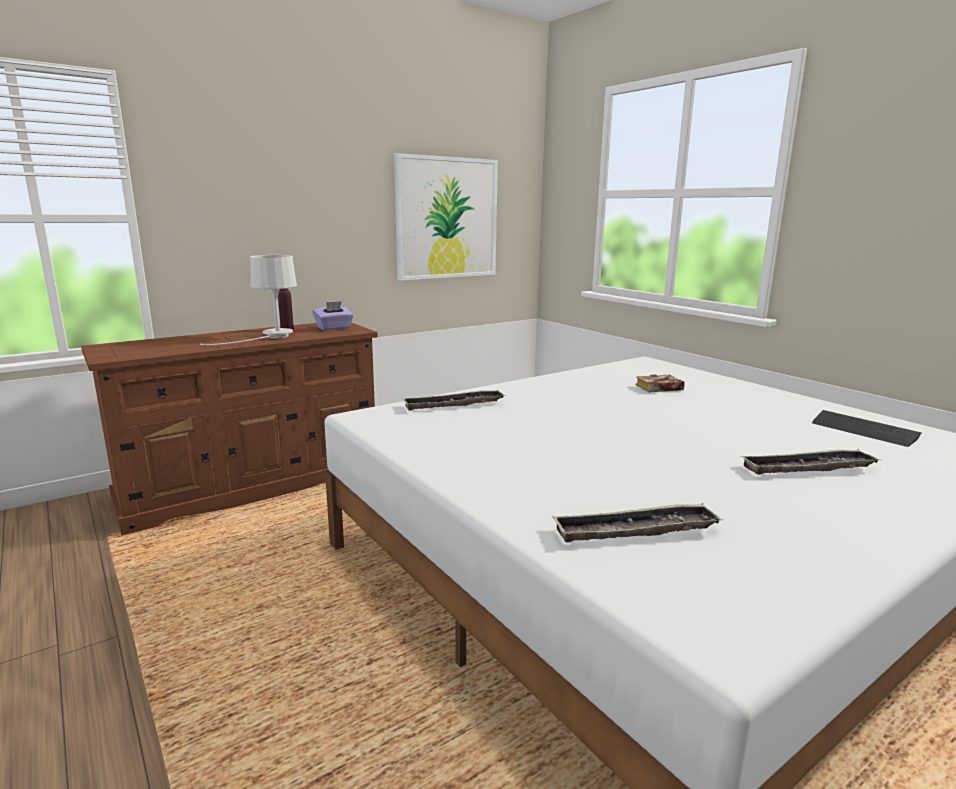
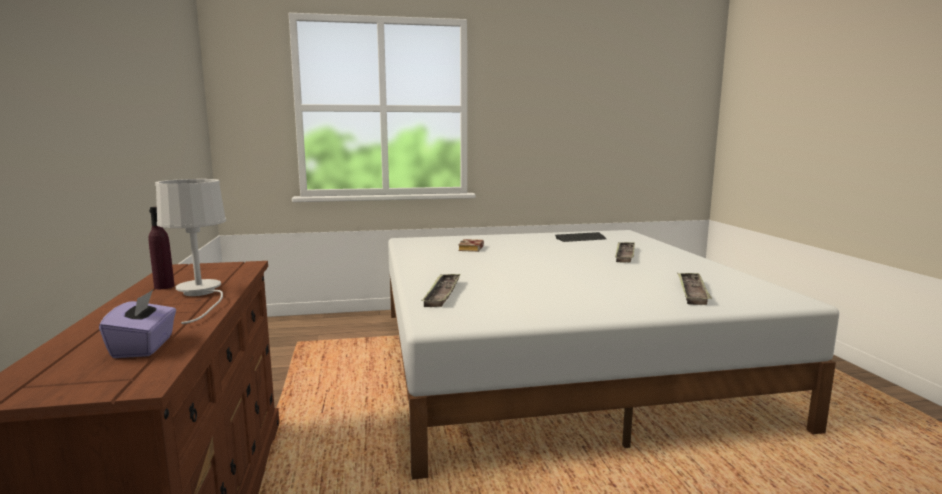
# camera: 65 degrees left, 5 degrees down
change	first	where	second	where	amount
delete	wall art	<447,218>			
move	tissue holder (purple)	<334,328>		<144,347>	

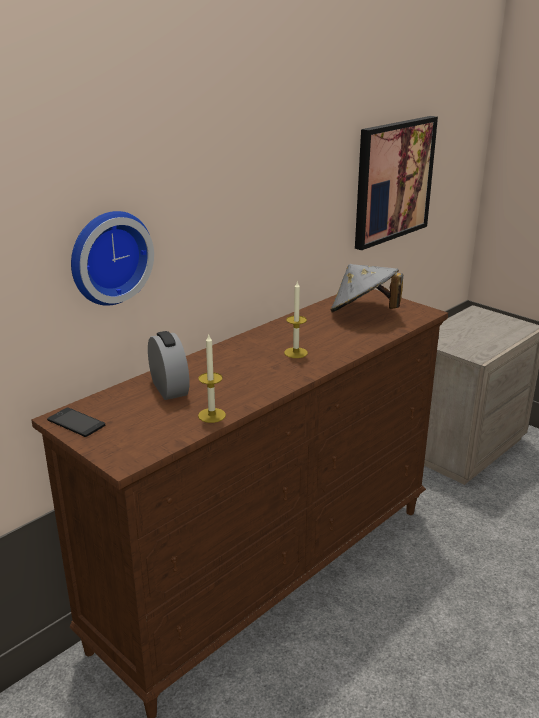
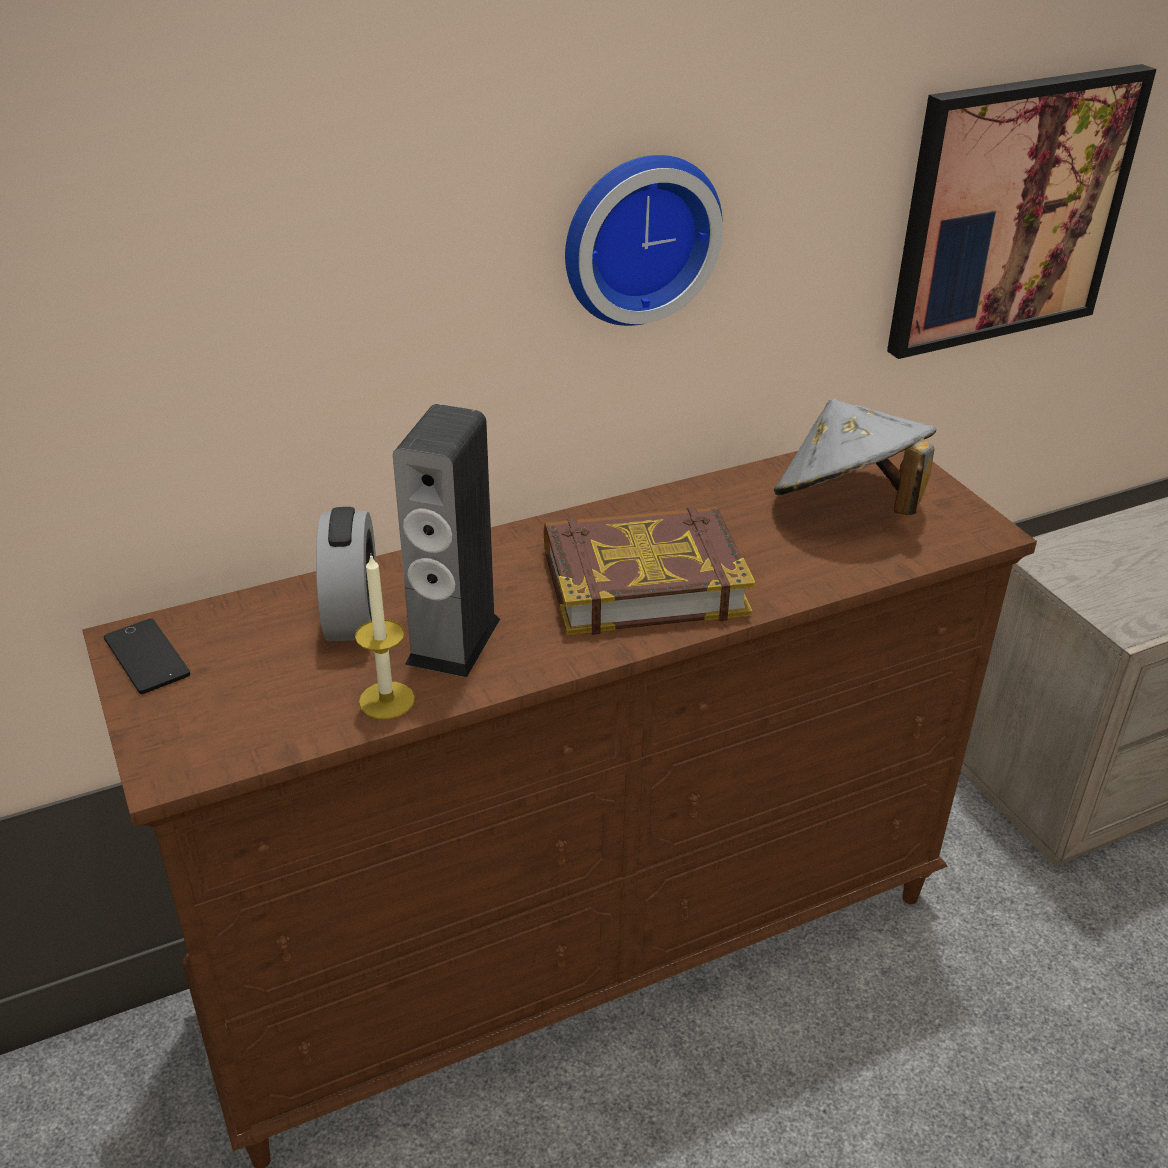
# camera: 20 degrees right, 10 degrees up
change	first	where	second	where	amount
move	hanging clock	<108,257>		<637,237>	
replace	wax light	<295,353>	book	<643,581>	
insert			speaker	<453,641>	

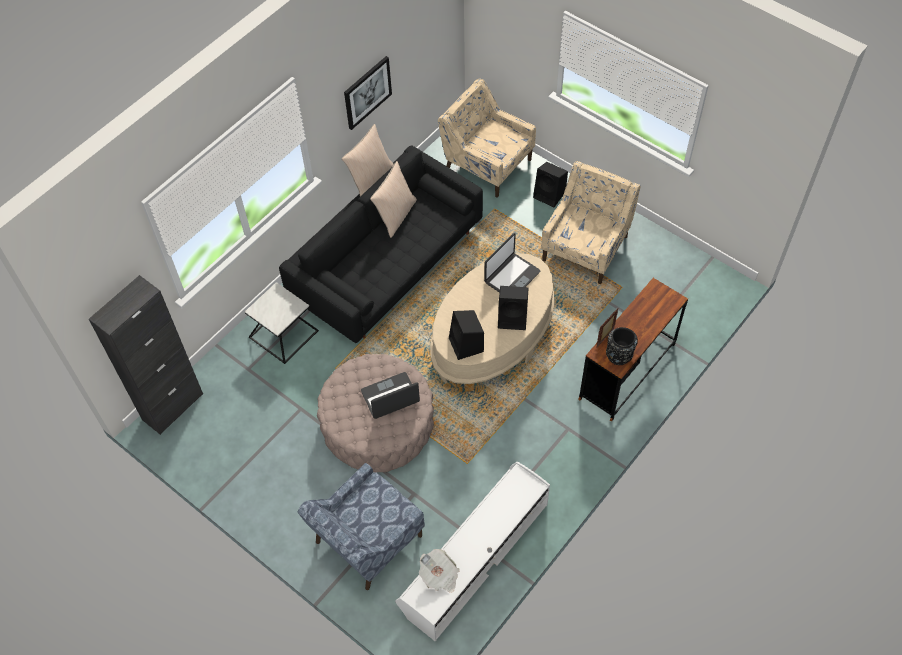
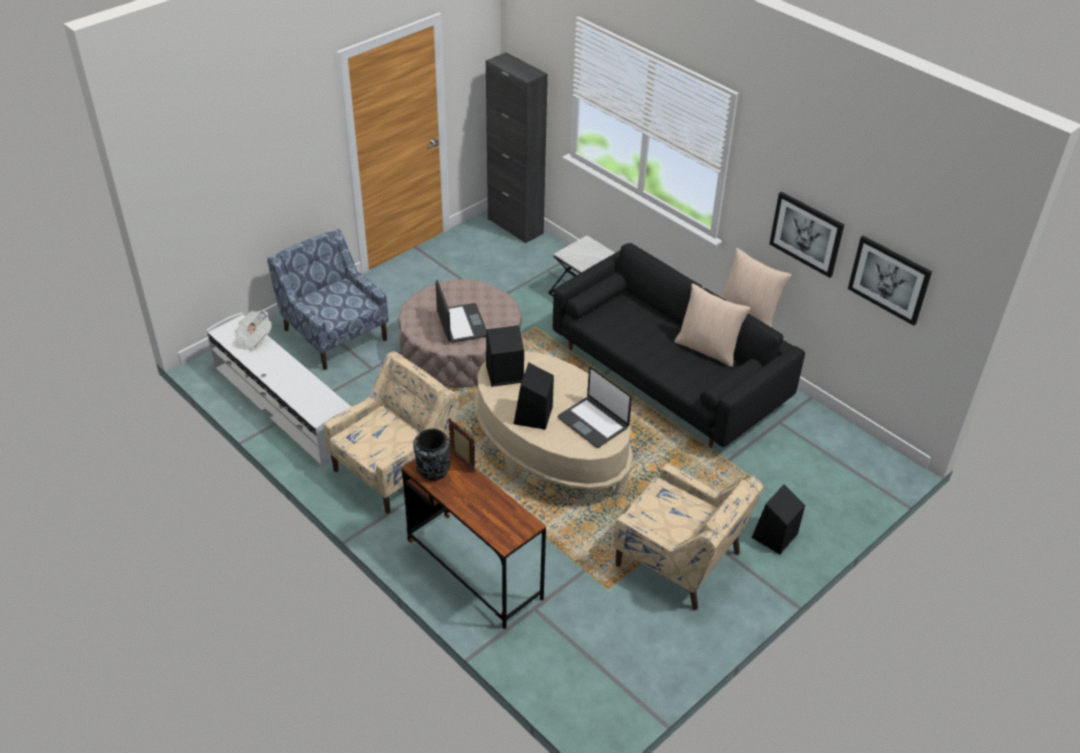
# camera: 95 degrees right, 15 degrees down
change	first	where	second	where	amount
move	easy chair (beige)	<487,163>		<395,468>	
insert			wall art	<889,279>	

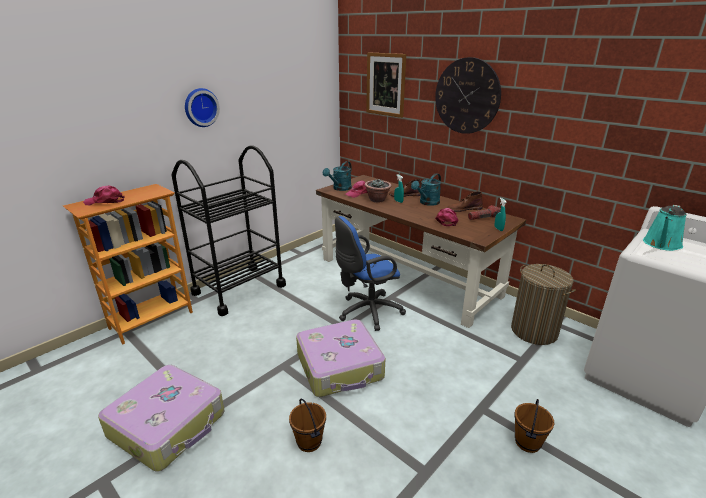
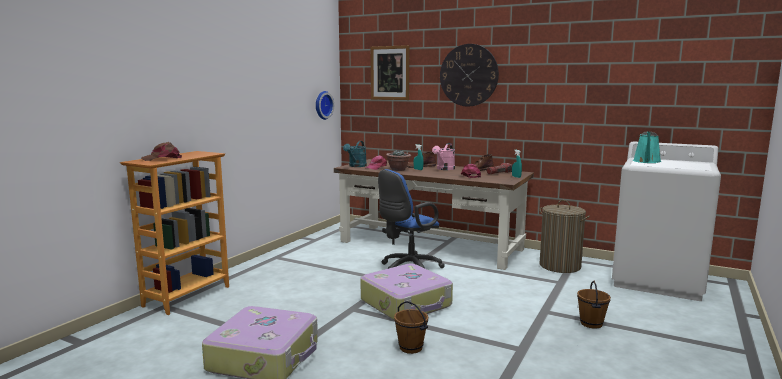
# camera: 15 degrees left, 15 degrees down
change	first	where	second	where	amount
move	hanging clock	<200,107>		<322,105>	
delete	wheeled cart (black-coloured)	<239,289>			
recolor	sprinkling can (turquoise-coloured)	<427,203>	sprinkling can (pinkish)	<444,169>	
recolor	baseball cap (pinkish)	<105,201>	baseball cap (brown)	<162,159>	

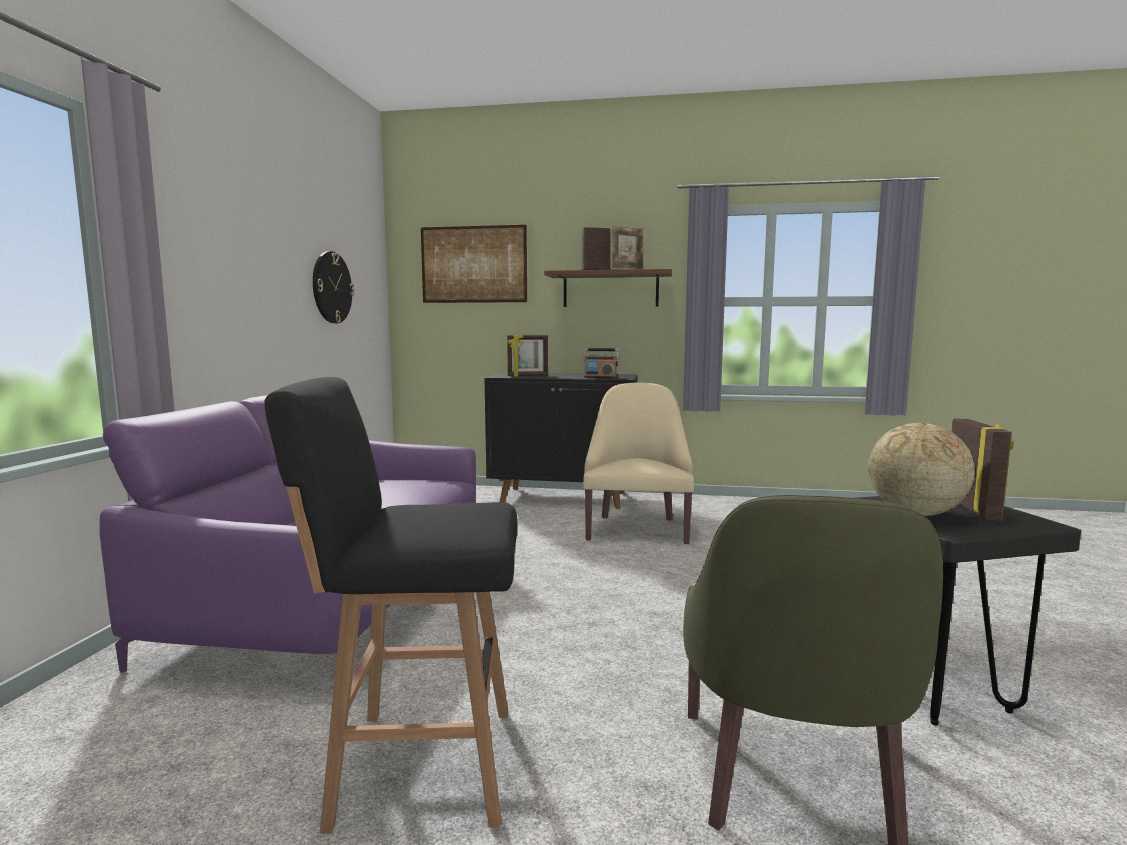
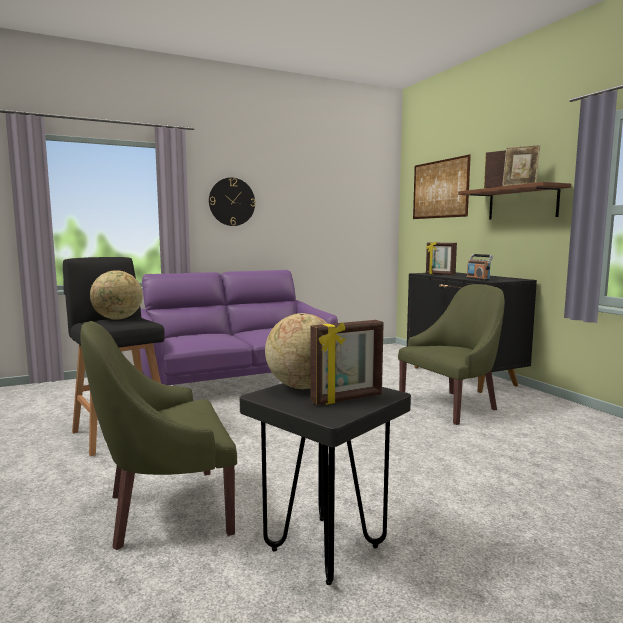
# camera: 55 degrees right, 0 degrees up
change	first	where	second	where	amount
move	hanging clock	<332,287>		<232,202>	
recolor	easy chair (beige)	<637,528>	easy chair (green-coloured)	<451,405>	
insert			globe	<118,319>	

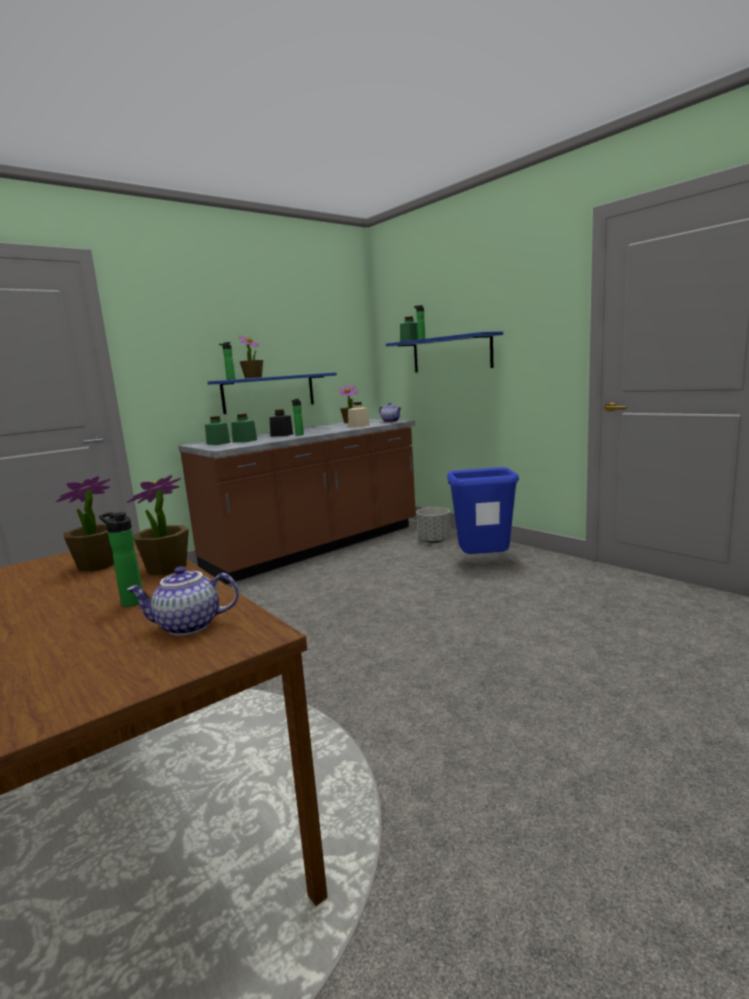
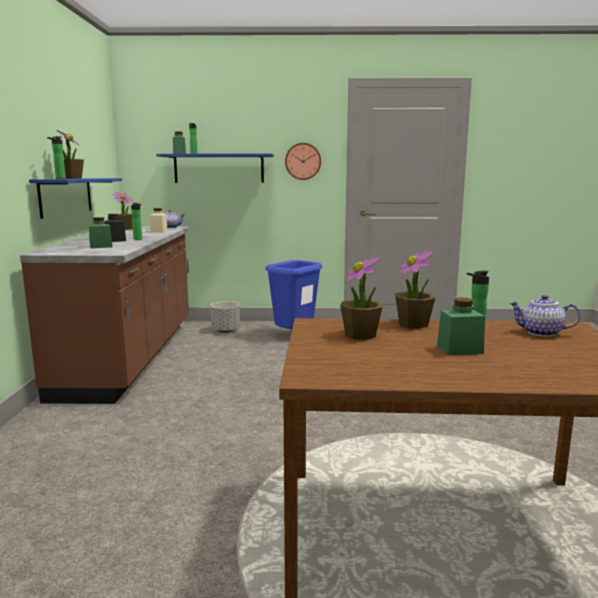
# camera: 50 degrees left, 0 degrees up
change	first	where	second	where	amount
move	storage jar (green-coloured)	<218,443>		<459,349>	
rotate	tea pot	<188,626>		<541,333>	75 degrees clockwise
insert			hanging clock	<303,161>	

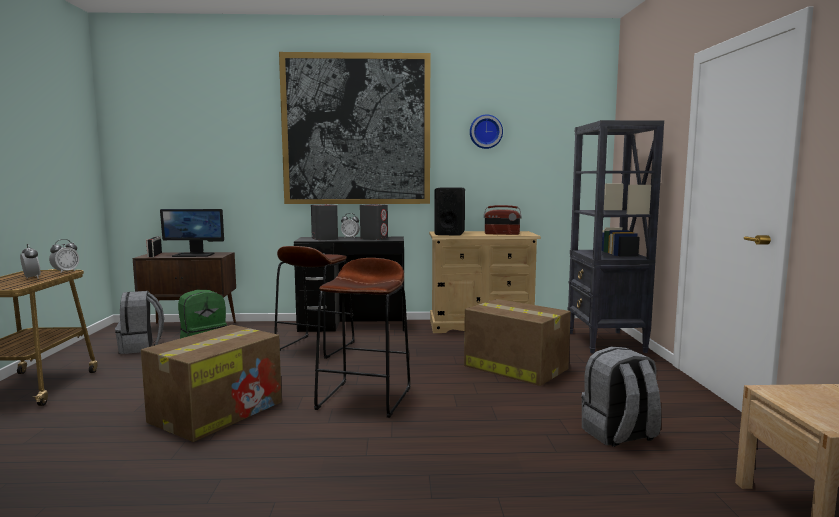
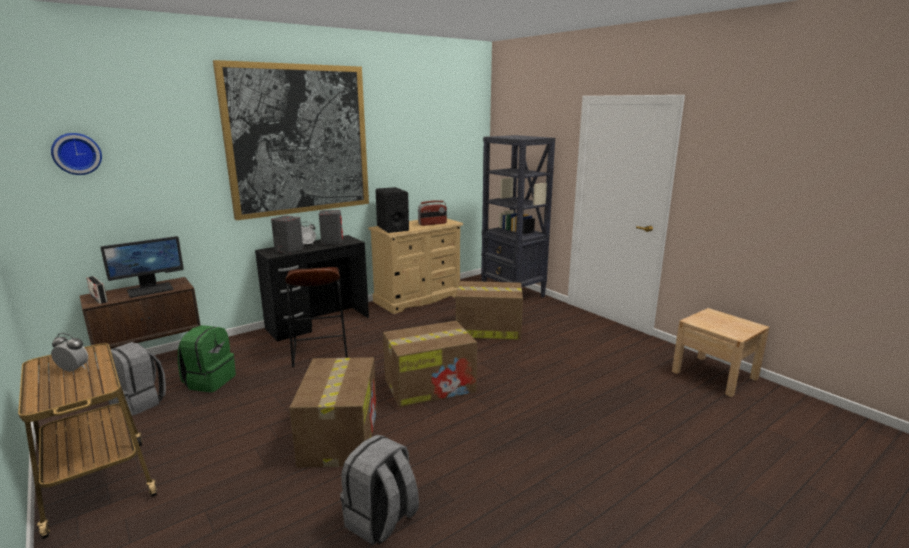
# camera: 35 degrees left, 10 degrees up
change	first	where	second	where	amount
move	hanging clock	<485,131>		<76,153>	
delete	table clock	<65,272>			
replace	stool (brown)	<365,398>	carton	<431,385>	
move	rucksack (grey)	<618,435>		<381,521>	

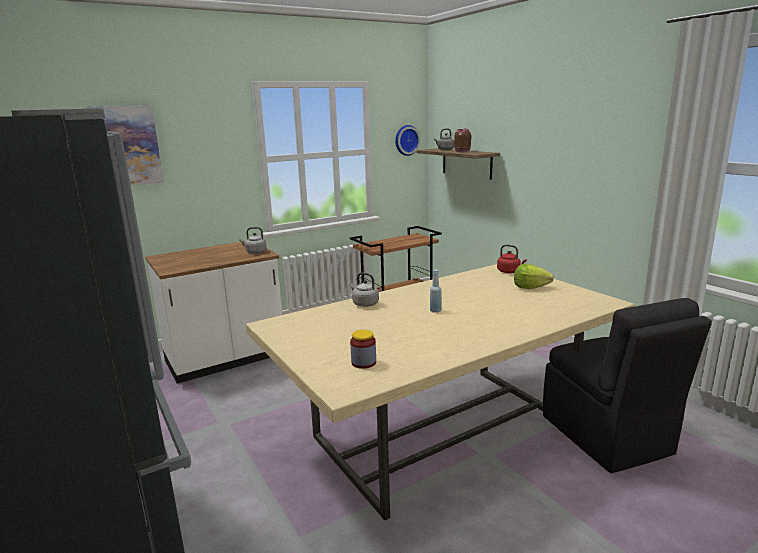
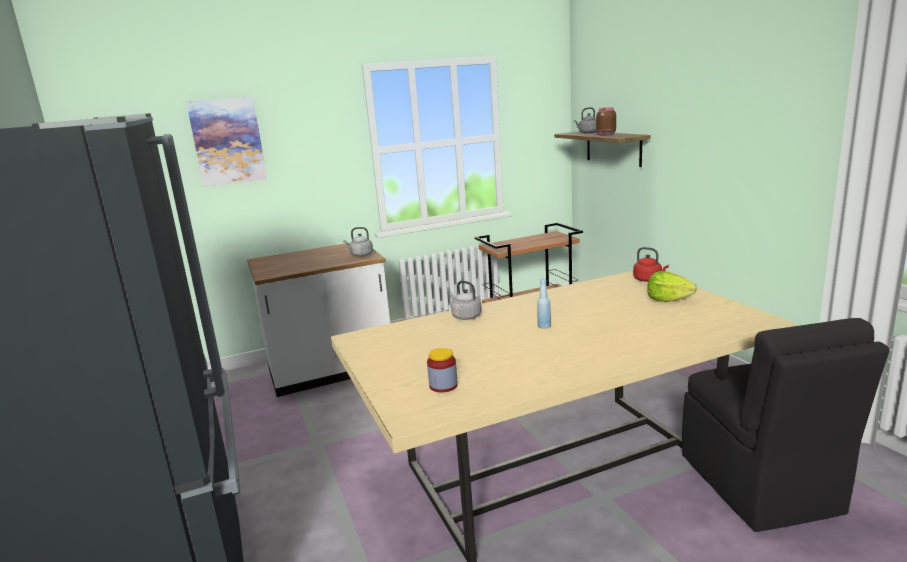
# camera: 10 degrees right, 0 degrees up
change	first	where	second	where	amount
delete	hanging clock	<406,140>			

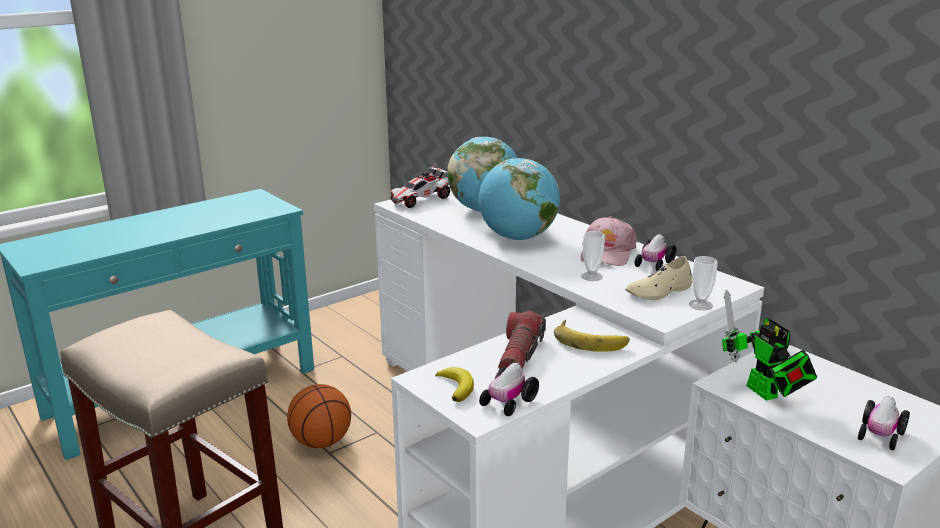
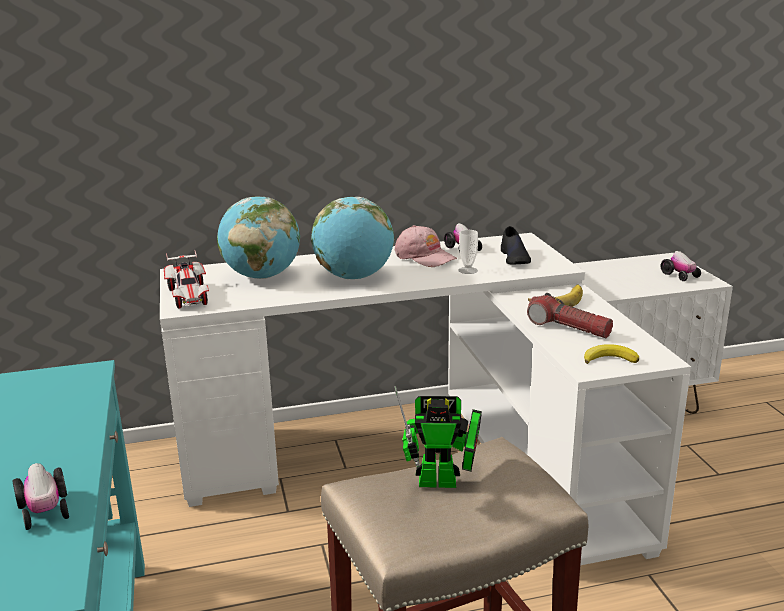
# camera: 65 degrees left, 0 degrees up
change	first	where	second	where	amount
recolor	low shoe (beige)	<659,291>	low shoe (black-coloured)	<515,258>	
delete	small cup	<700,305>			
move	toy robot	<765,394>		<444,482>	
move	toy car	<508,402>		<44,510>	
delete	basketball ball	<322,442>			

